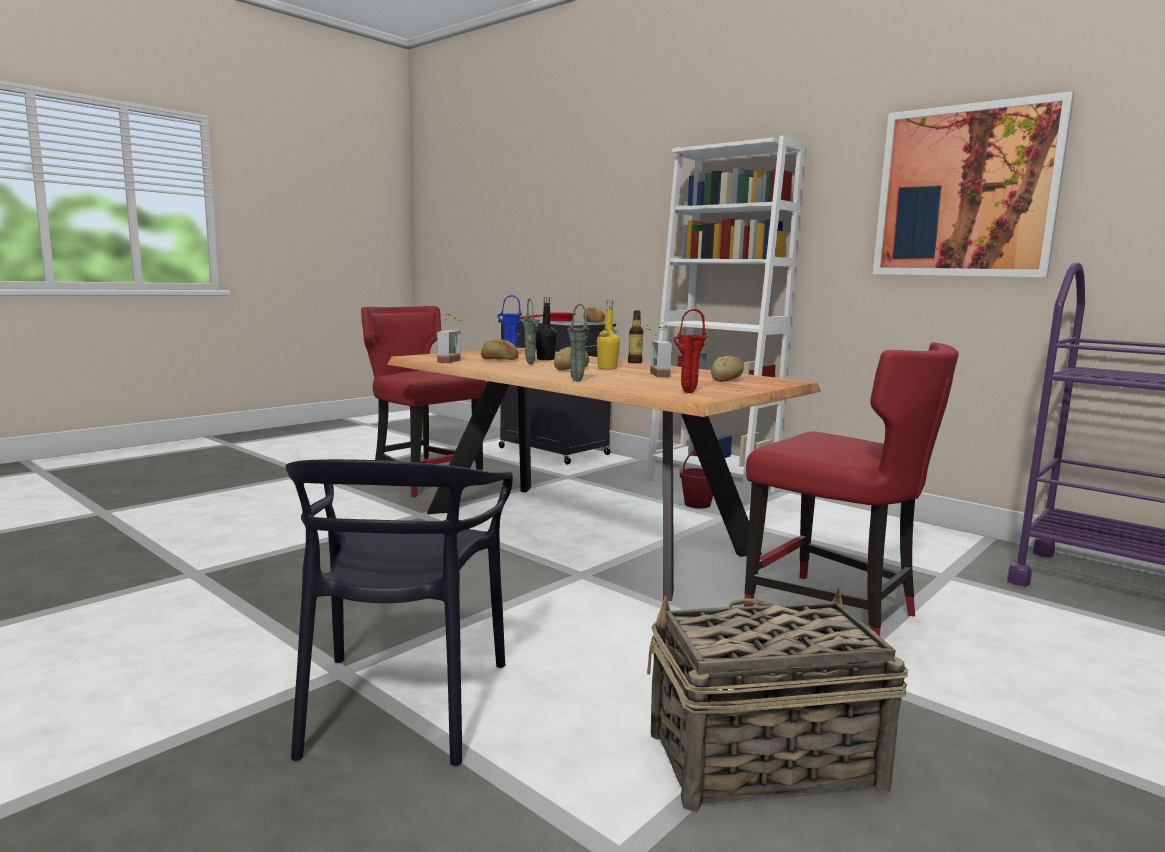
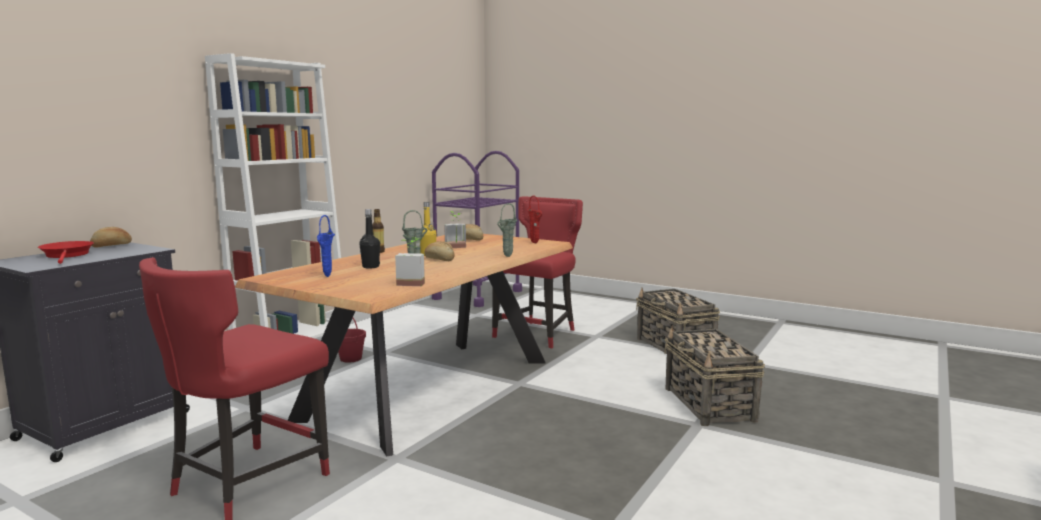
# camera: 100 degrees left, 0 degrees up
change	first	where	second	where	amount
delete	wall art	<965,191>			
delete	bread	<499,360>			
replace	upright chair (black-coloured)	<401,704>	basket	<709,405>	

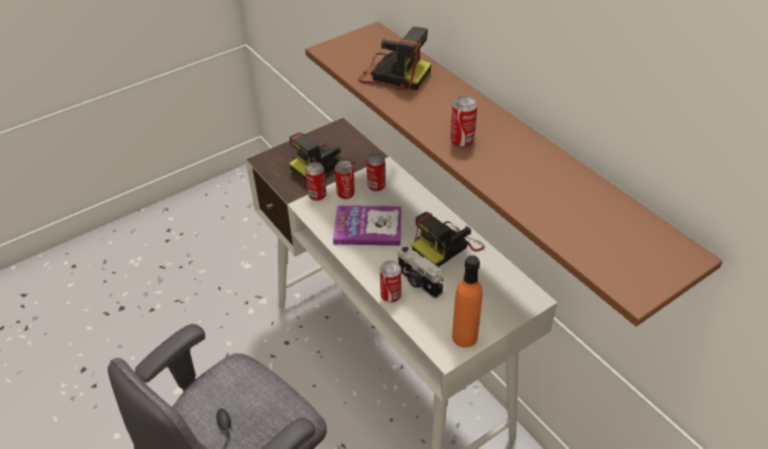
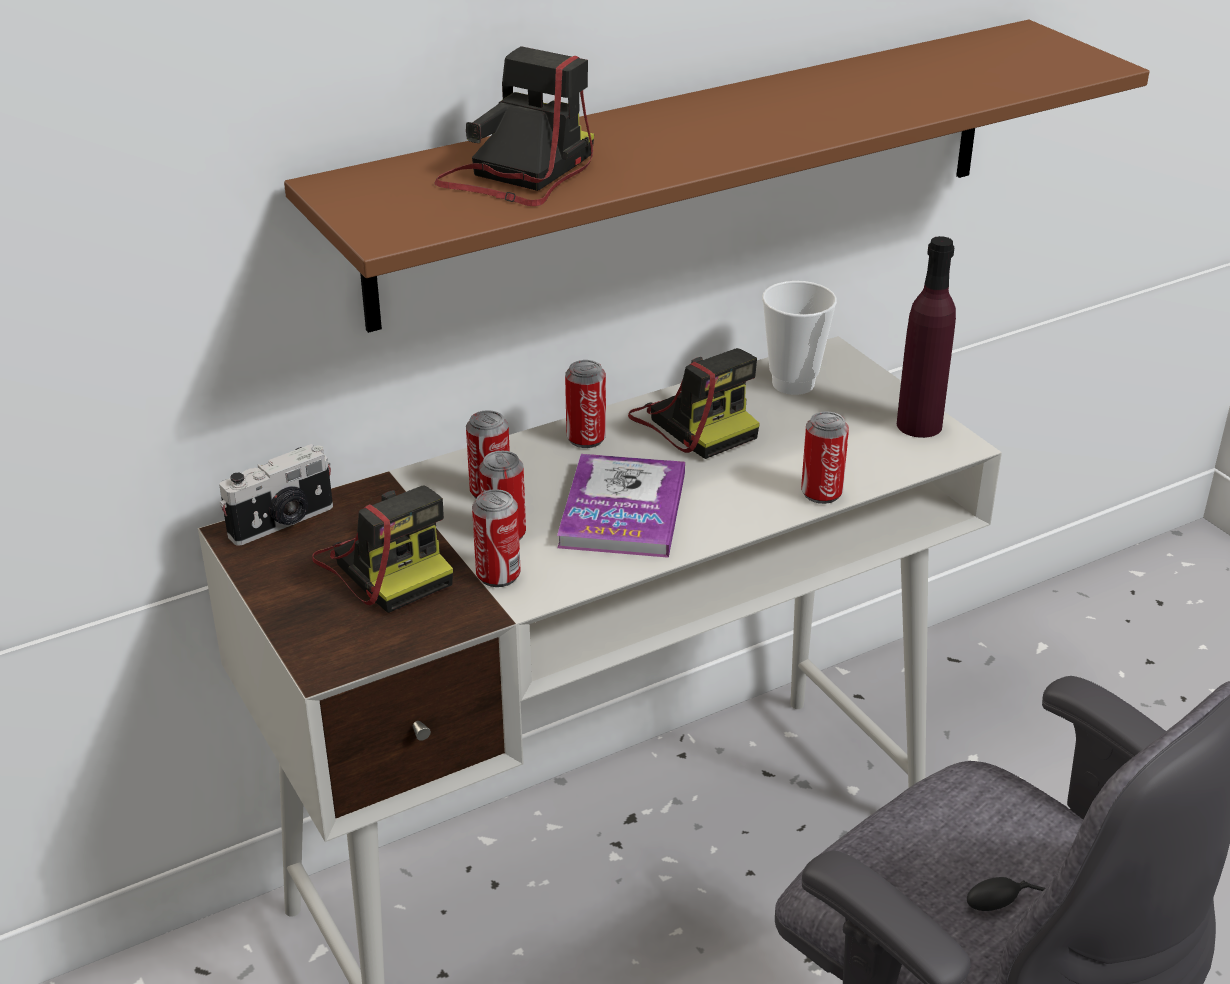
# camera: 85 degrees left, 10 degrees down
change	first	where	second	where	amount
move	sealed can	<462,141>		<586,438>	
move	still camera	<418,283>		<283,523>	
recolor	bottle (orange-coloured)	<464,337>	bottle (purple)	<919,425>	
insert			small cup	<793,384>	

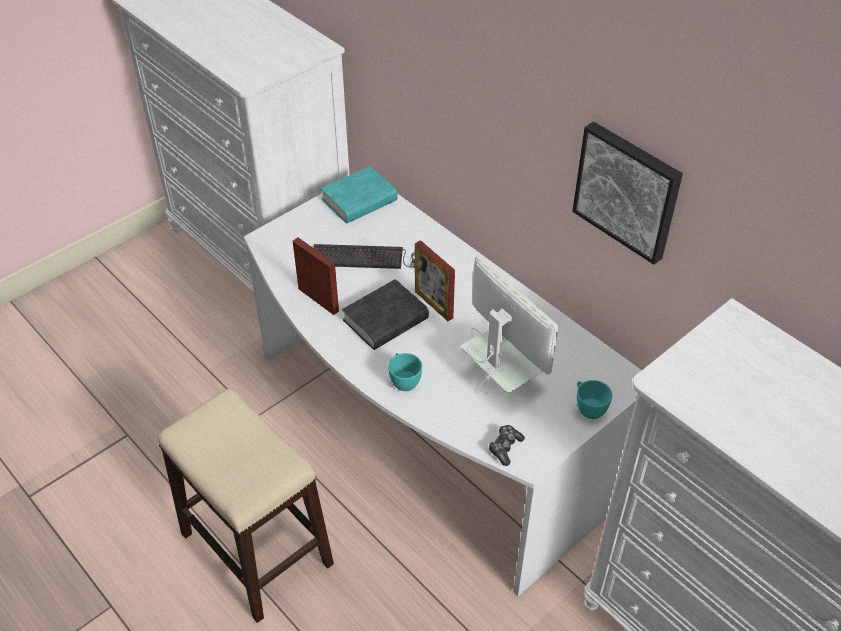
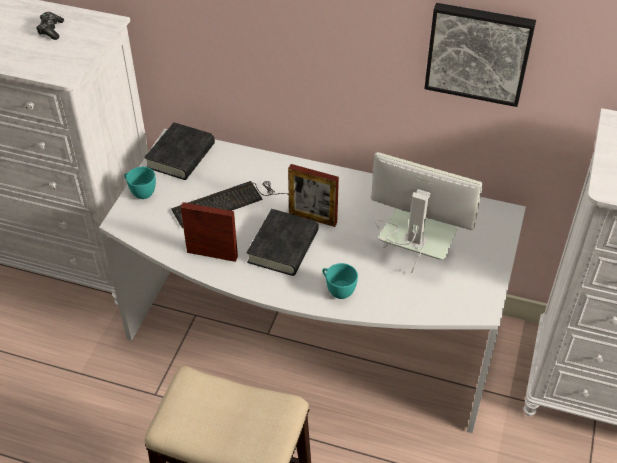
# camera: 30 degrees left, 0 degrees up
change	first	where	second	where	amount
recolor	book (turquoise-coloured)	<359,200>	book (black-coloured)	<181,156>	
move	small cup (turquoise-coloured)	<588,408>		<140,192>	
move	gamepad	<505,447>		<51,30>	

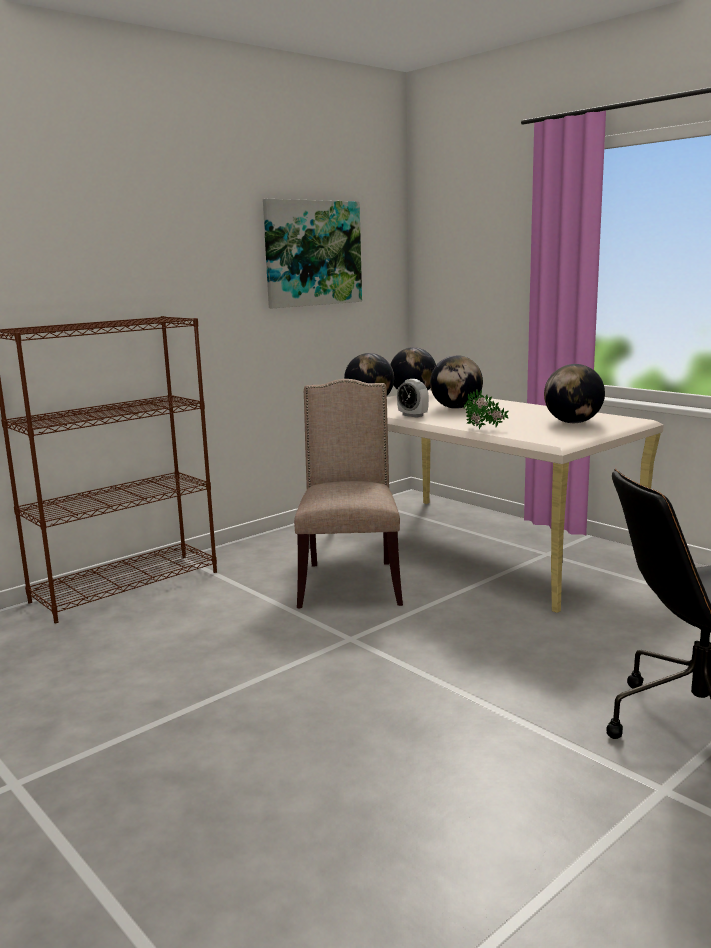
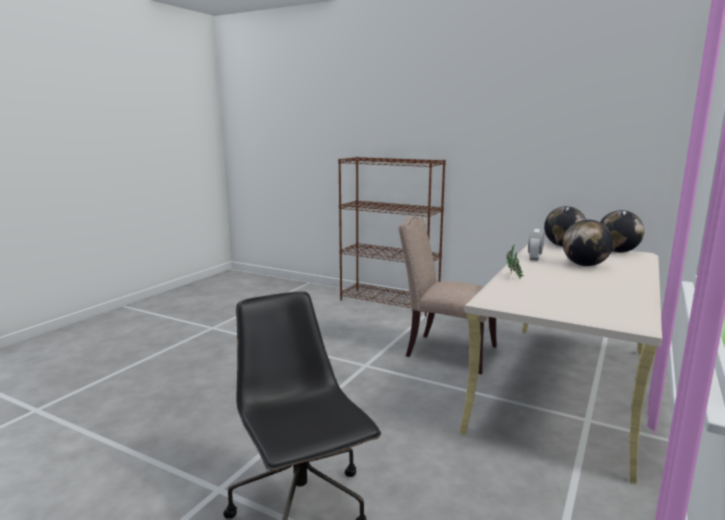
# camera: 70 degrees right, 0 degrees up
change	first	where	second	where	amount
delete	wall art	<312,253>			
delete	globe	<573,422>			
rotate	upright chair (beige)	<350,581>		<446,352>	135 degrees counterclockwise

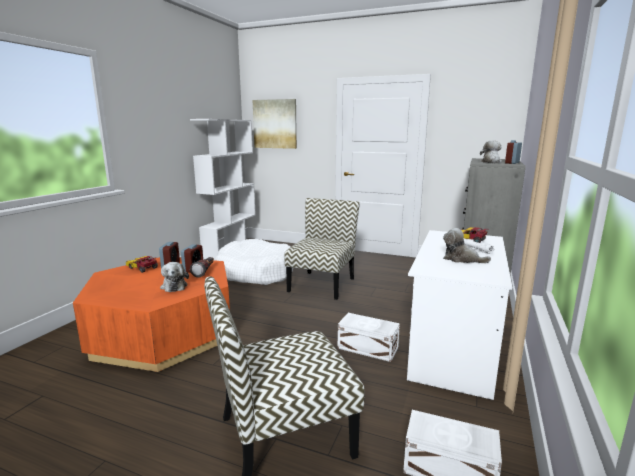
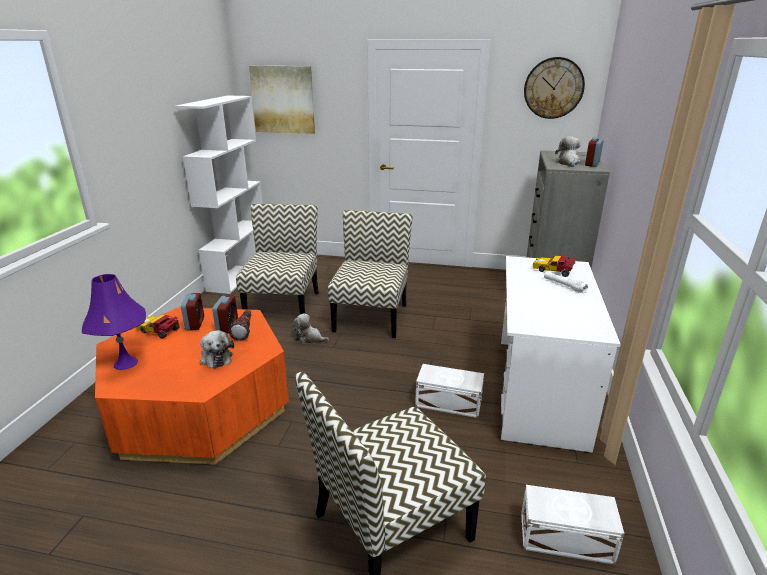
# camera: 10 degrees left, 10 degrees up
change	first	where	second	where	amount
move	plush toy	<461,259>		<309,338>	
replace	pet bed (whitish)	<255,272>	upright chair	<283,305>	
insert			hanging clock	<553,88>	
insert			tabletop lamp (purple)	<125,363>	

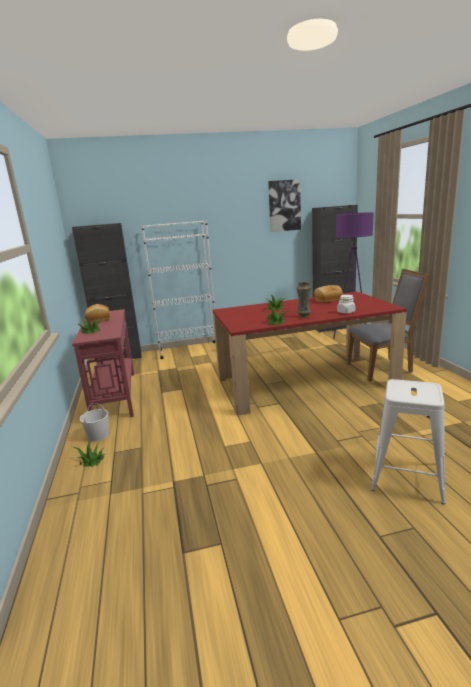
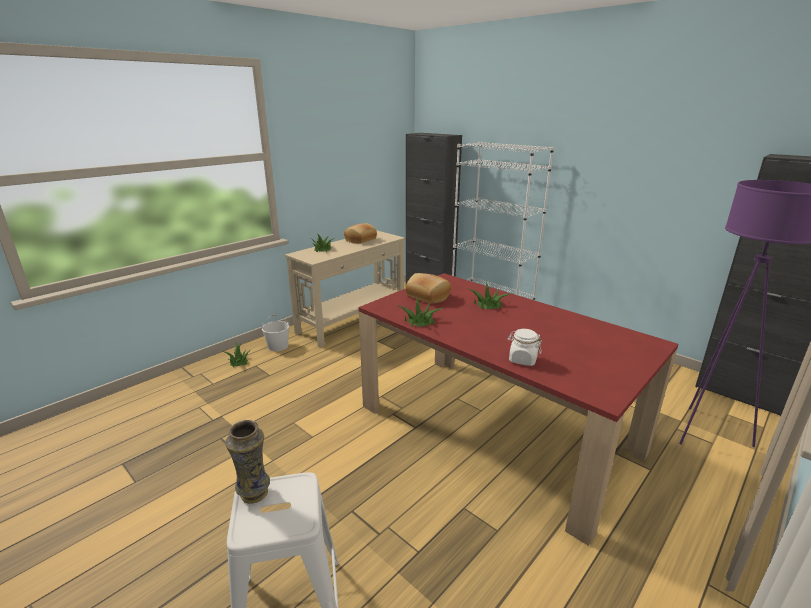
# camera: 55 degrees right, 5 degrees up
change	first	where	second	where	amount
delete	wall art	<284,205>			
delete	upright chair (grey)	<382,368>			
move	flower vase	<304,316>		<254,494>	
move	bread	<328,300>		<427,296>	
recolor	console table (red-coloured)	<115,395>	console table (beige)	<353,321>	

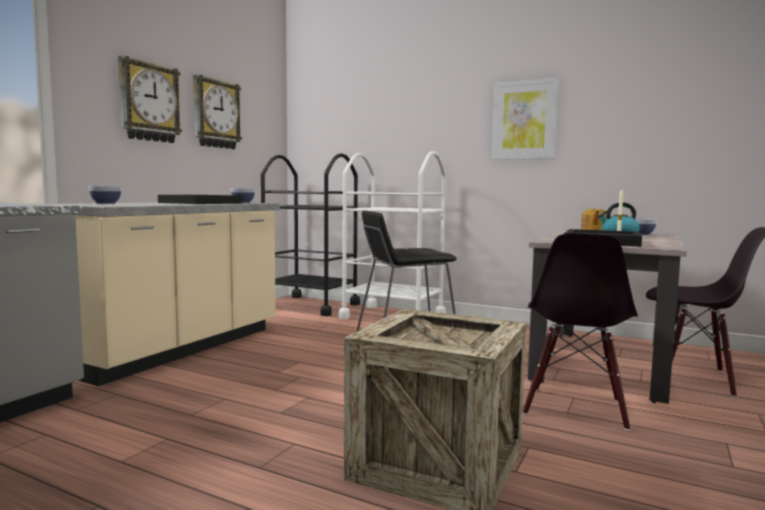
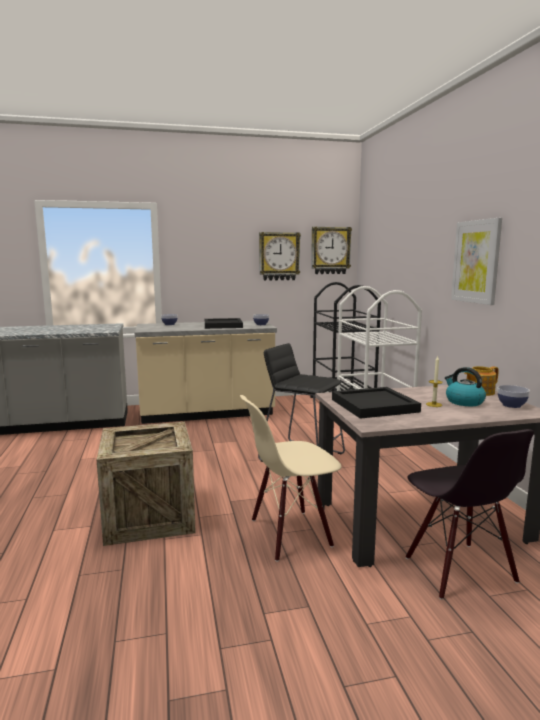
# camera: 50 degrees right, 5 degrees up
change	first	where	second	where	amount
move	hanging clock	<148,102>		<330,250>	
recolor	upright chair (black-coloured)	<575,408>	upright chair (beige)	<290,534>	

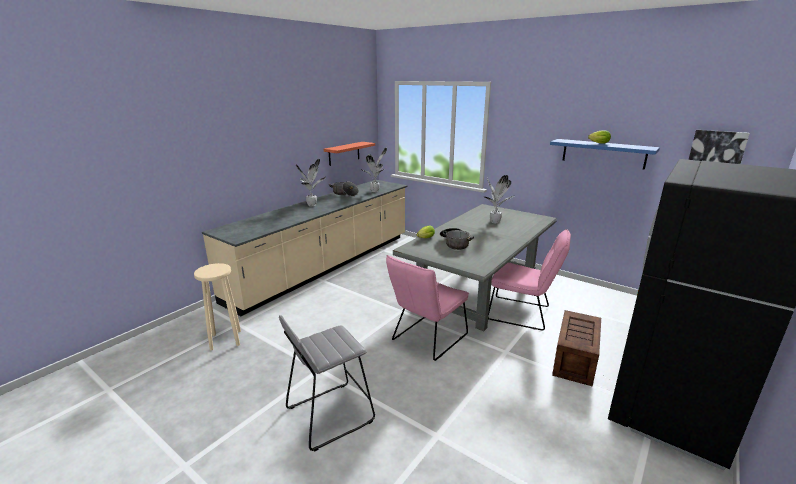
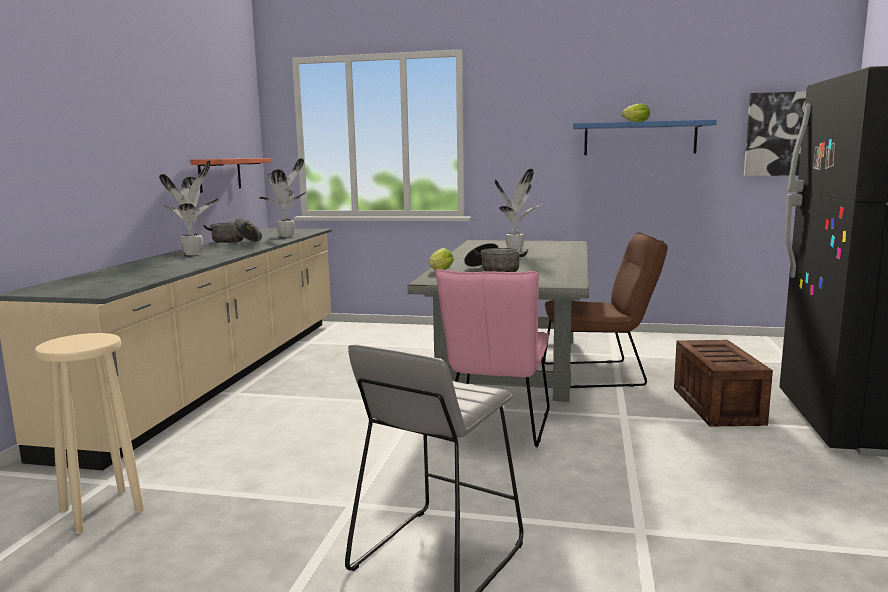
# camera: 25 degrees left, 10 degrees down
change	first	where	second	where	amount
recolor	upright chair (pinkish)	<523,314>	upright chair (brown)	<600,374>	

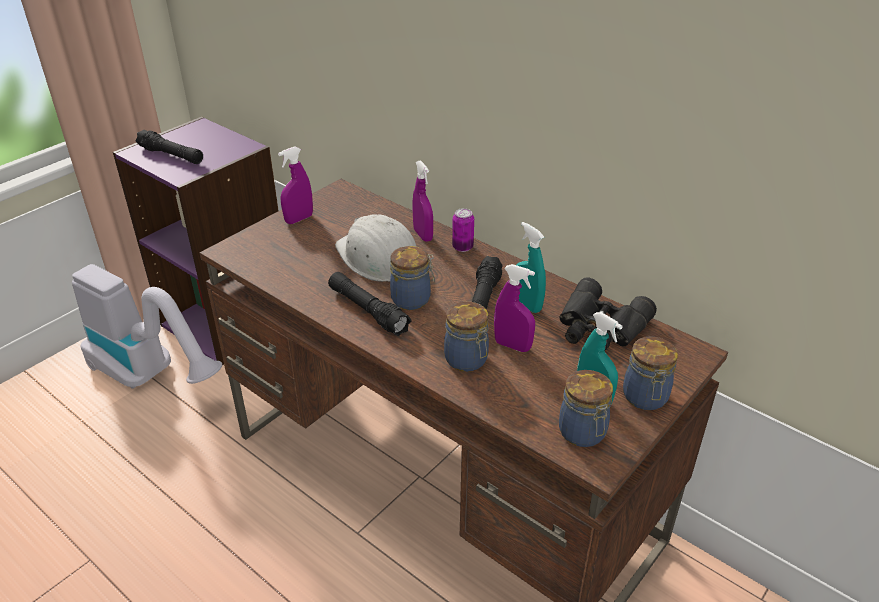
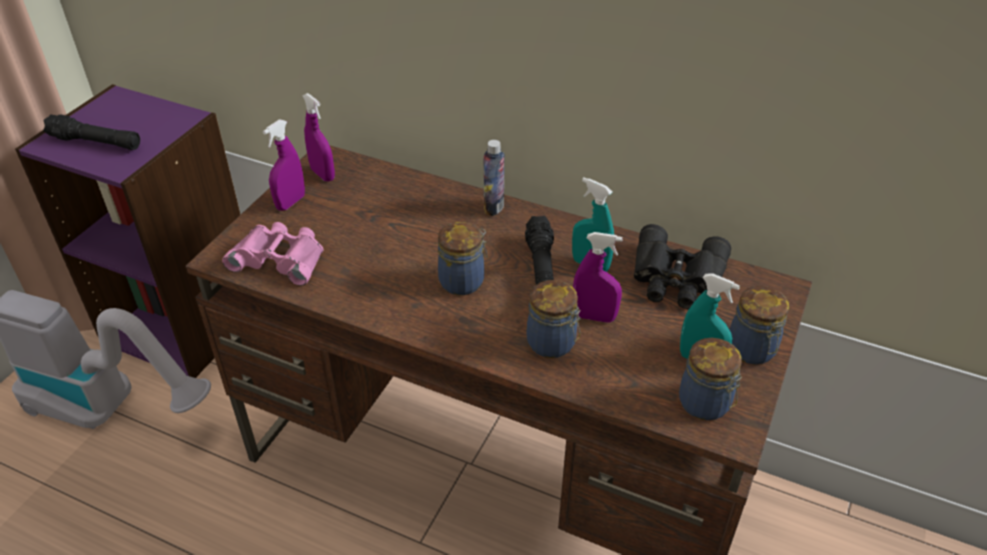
# camera: 15 degrees left, 5 degrees up
change	first	where	second	where	amount
move	sprayer (purple)	<423,235>		<322,174>	
replace	sealed can	<462,247>	bottle	<493,207>	
delete	hard hat (whitish)	<378,258>			
delete	torch (black-coloured)	<368,311>			
insert			binoculars (pinkish)	<280,258>	

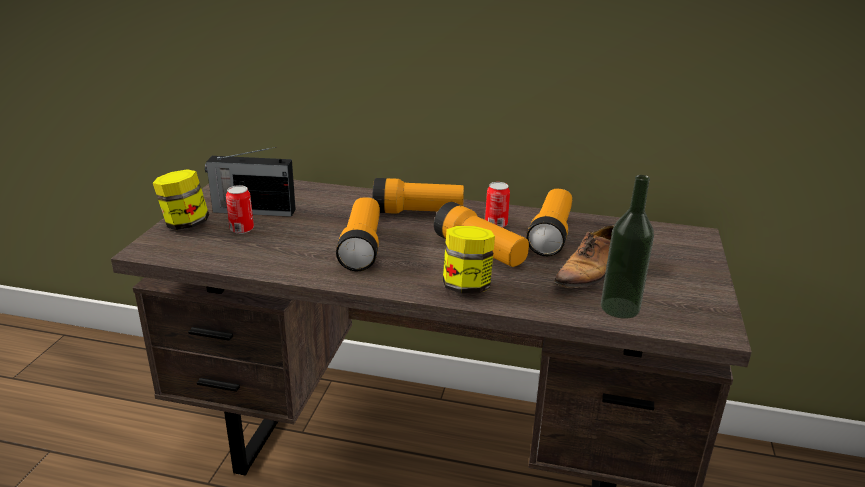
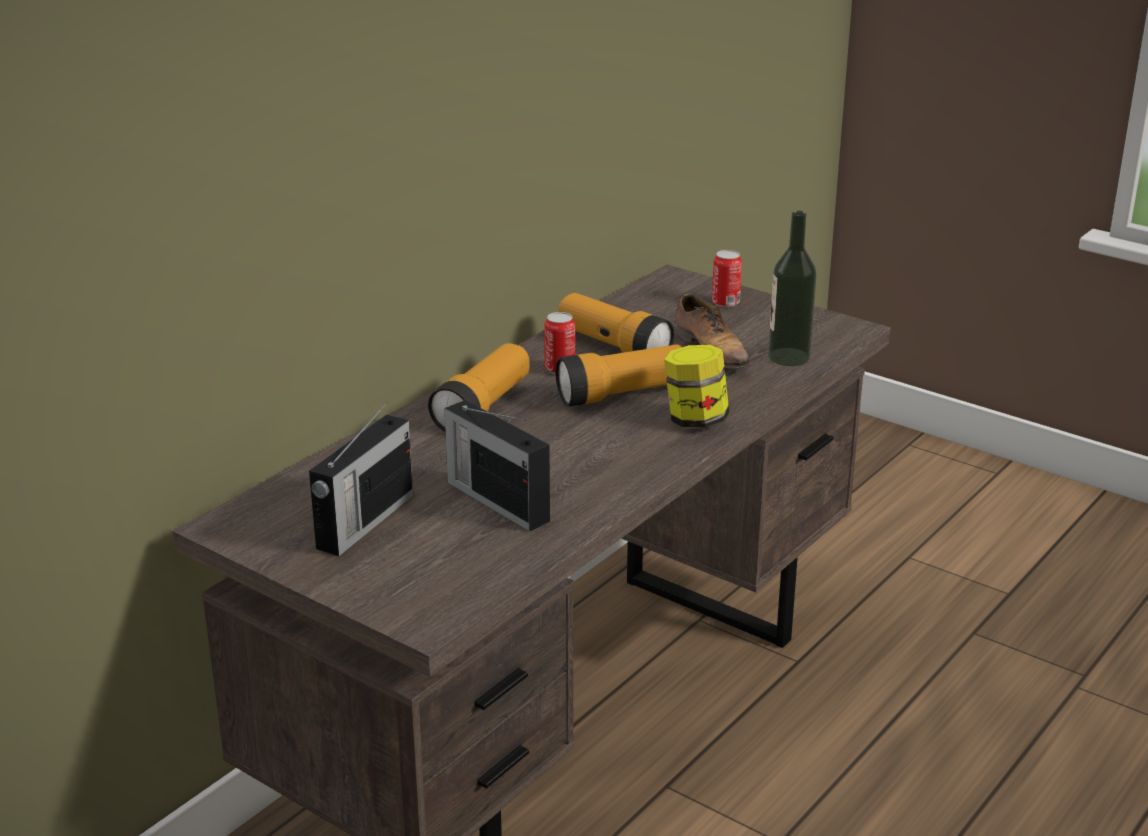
# camera: 65 degrees left, 0 degrees up
change	first	where	second	where	amount
delete	storage jar	<185,224>			
move	sealed can	<242,229>		<725,302>	
delete	torch	<362,247>			
insert			radio receiver	<496,500>	

